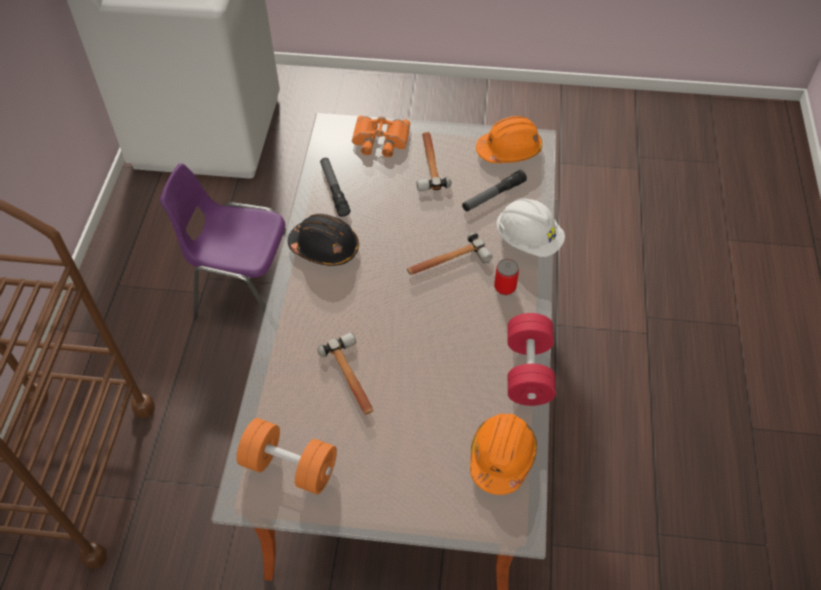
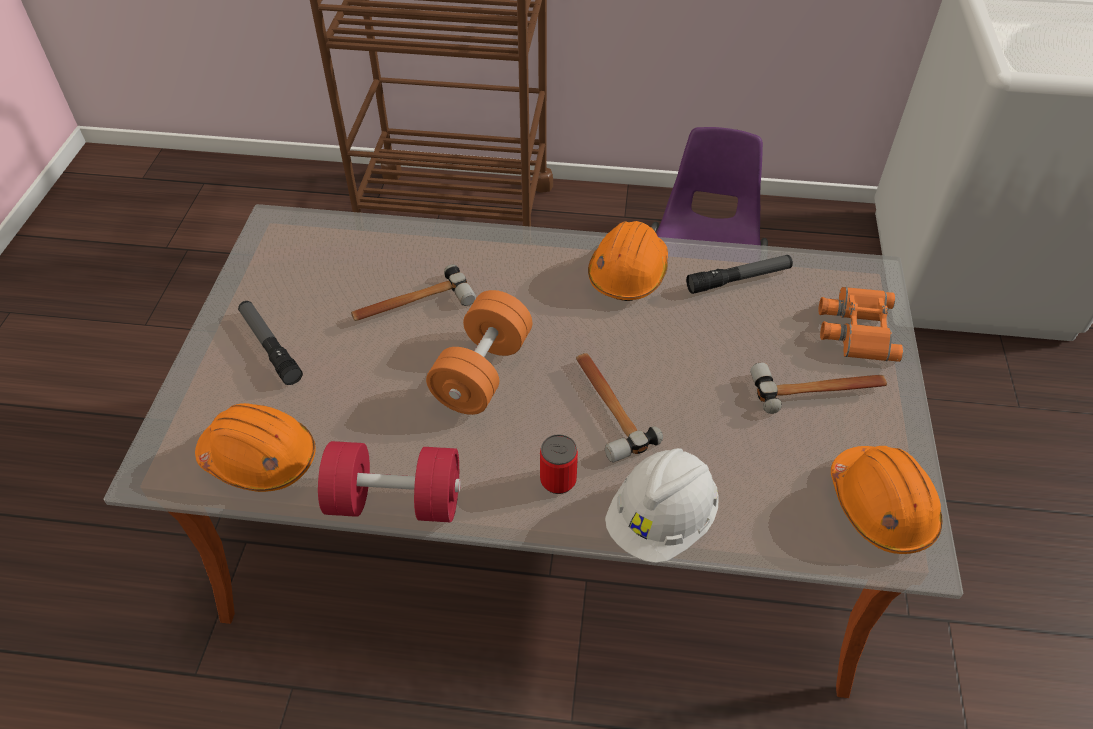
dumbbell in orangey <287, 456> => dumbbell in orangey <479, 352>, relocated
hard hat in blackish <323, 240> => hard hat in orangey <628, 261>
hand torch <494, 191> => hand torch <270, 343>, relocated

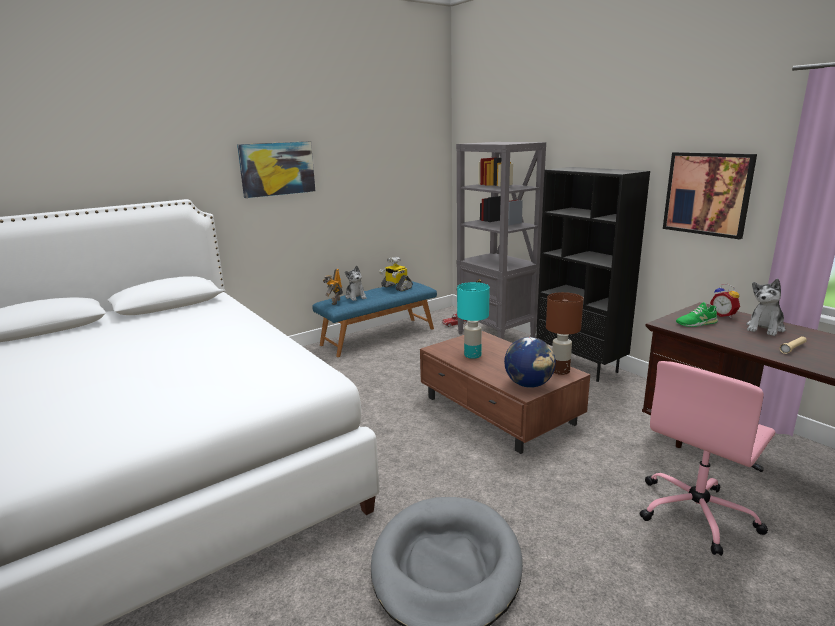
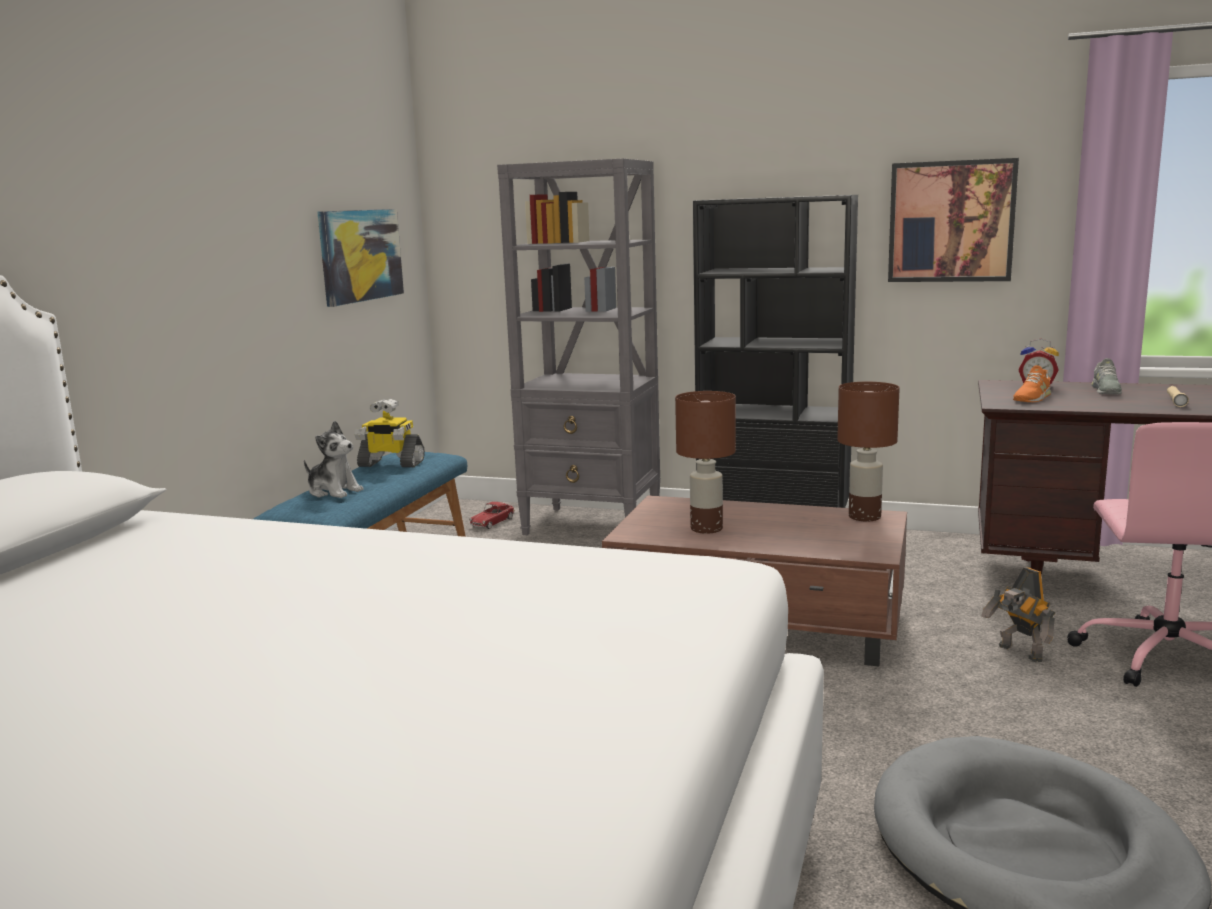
picture <276, 169> => picture <360, 258>, relocated
model robot <333, 286> => model robot <1018, 614>, relocated
tabletop lamp in blue-green <473, 320> => tabletop lamp in brownish <705, 462>
desk globe <530, 362> => nothing
shoe in green-coloured <697, 314> => shoe in orangey <1032, 383>
cuddly toy <765, 307> => shoe in greyish <1106, 376>

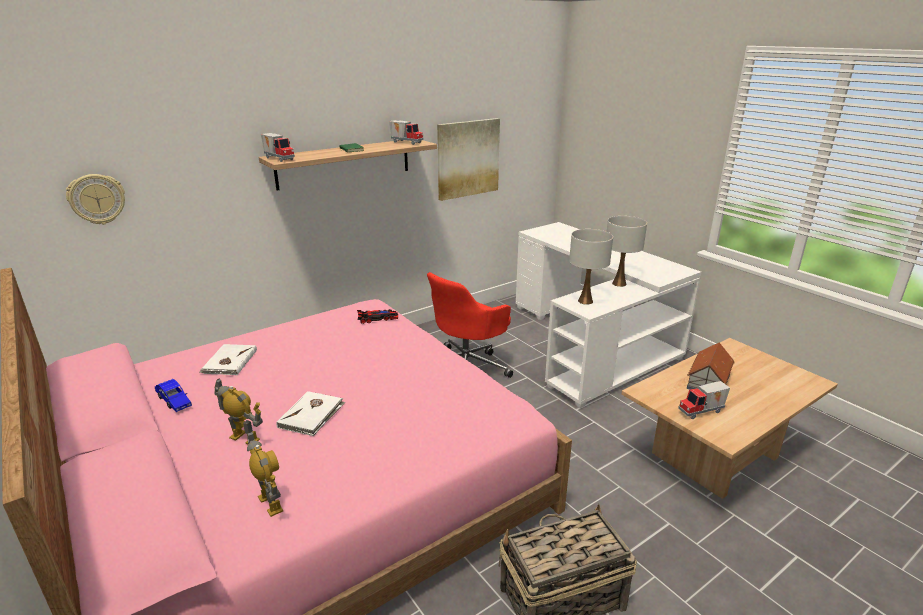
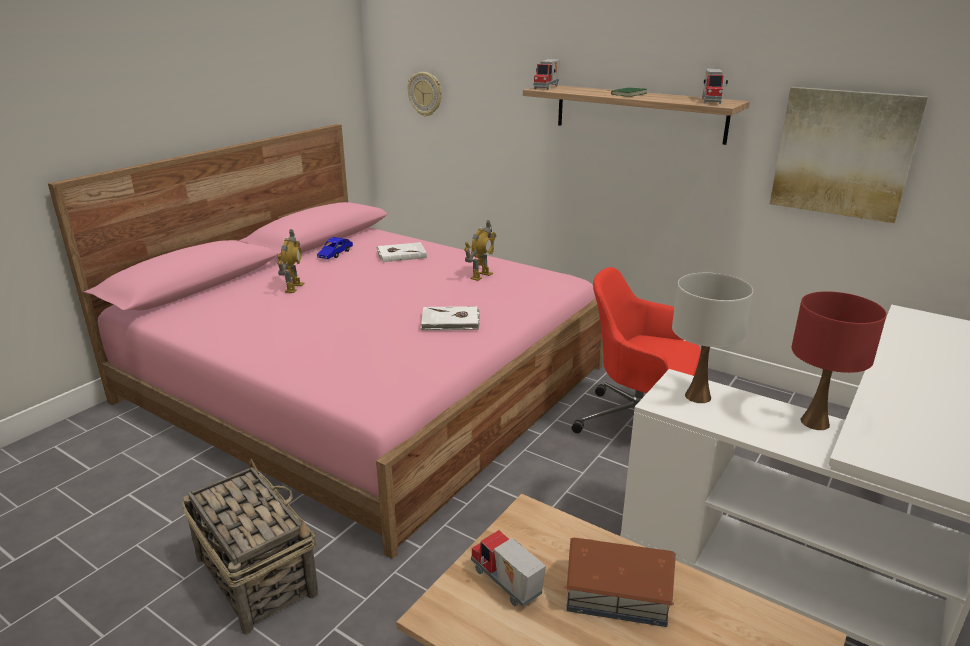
model robot <265, 474> => model robot <480, 250>, relocated
volume in white <311, 413> => volume in white <450, 318>, relocated
toy car <377, 316> => nothing
tabletop lamp in white <627, 251> => tabletop lamp in reddish <839, 360>

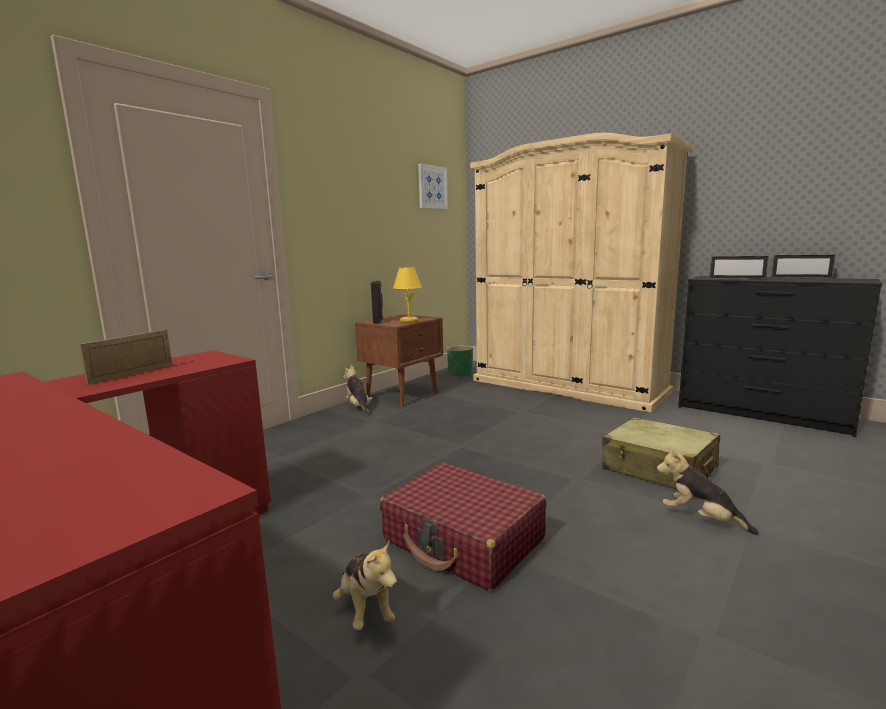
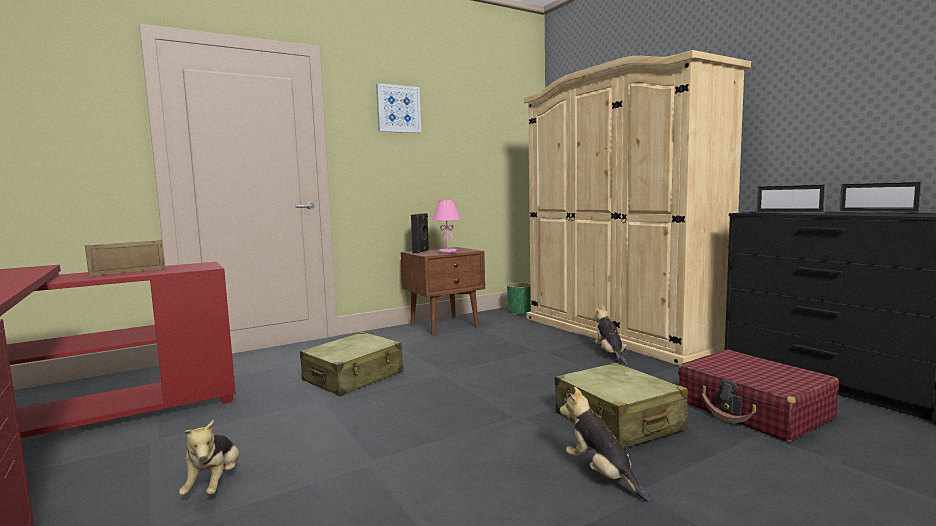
cuddly toy <358, 390> => cuddly toy <610, 335>, relocated
travel case in reddish <463, 526> => travel case in reddish <758, 395>, relocated
tabletop lamp in yellowish <407, 294> => tabletop lamp in pink-coloured <446, 226>
picture <433, 186> => picture <398, 108>, relocated
nothing => travel case in beige <351, 364>

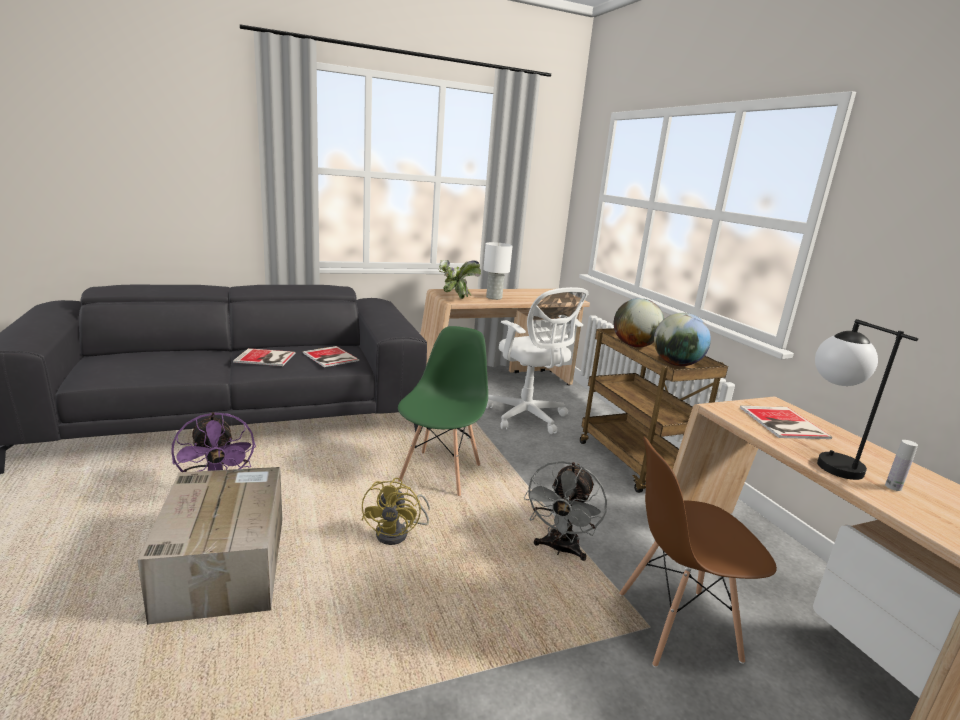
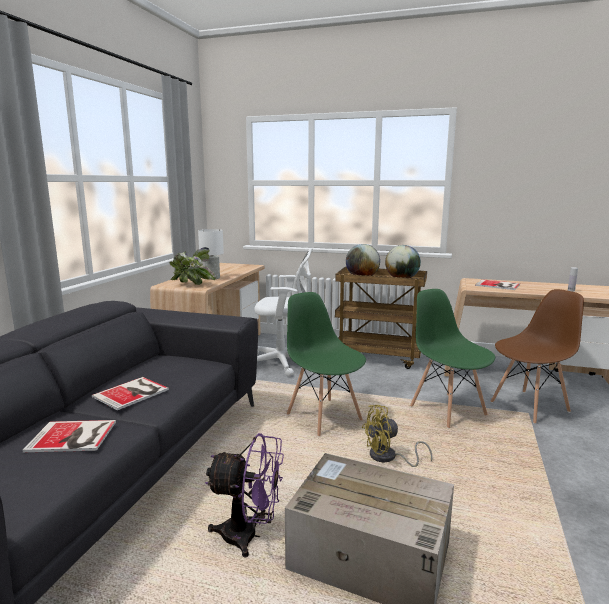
volume <331, 356> => volume <69, 436>, relocated
fan in yellowish <396, 511> => fan in yellowish <397, 436>, 120 degrees clockwise
fan in greyish <565, 511> => chair in green-coloured <452, 358>
chair in brownish <698, 551> => chair in brownish <537, 356>, 150 degrees counterclockwise
tabletop lamp <866, 399> => nothing

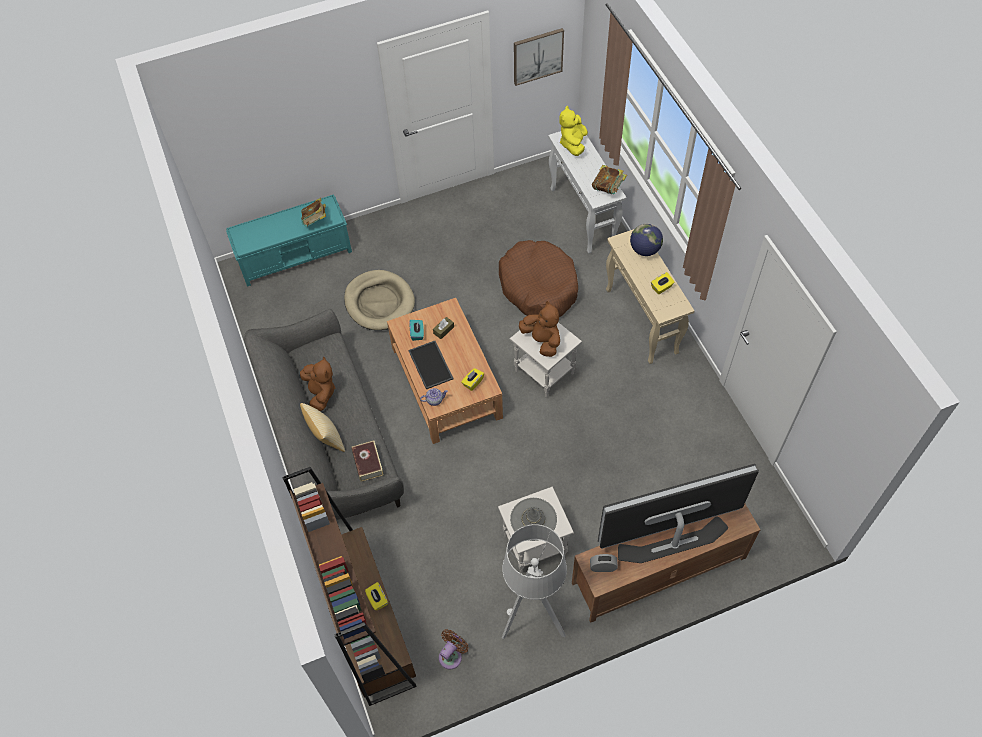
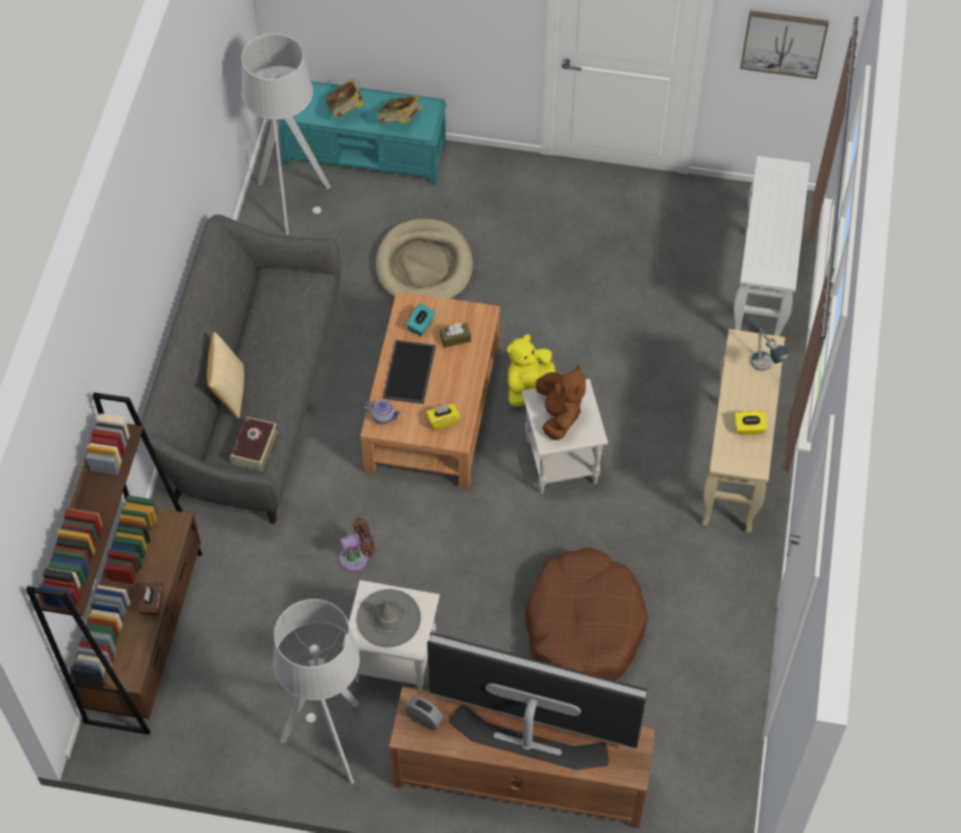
cuddly toy in brownish <318, 383> => nothing
box of tissues in yellowish <376, 596> => box of tissues in brownish <150, 599>
fan in brownish <454, 649> => fan in brownish <357, 545>, relocated
dog cushion in brownish <538, 278> => dog cushion in brownish <586, 614>, relocated
cuddly toy in yellowish <573, 131> => cuddly toy in yellowish <531, 371>, relocated
volume <609, 179> => volume <345, 99>, relocated
desk globe <646, 239> => tabletop lamp <770, 349>
nothing => standard lamp in greyish <286, 133>

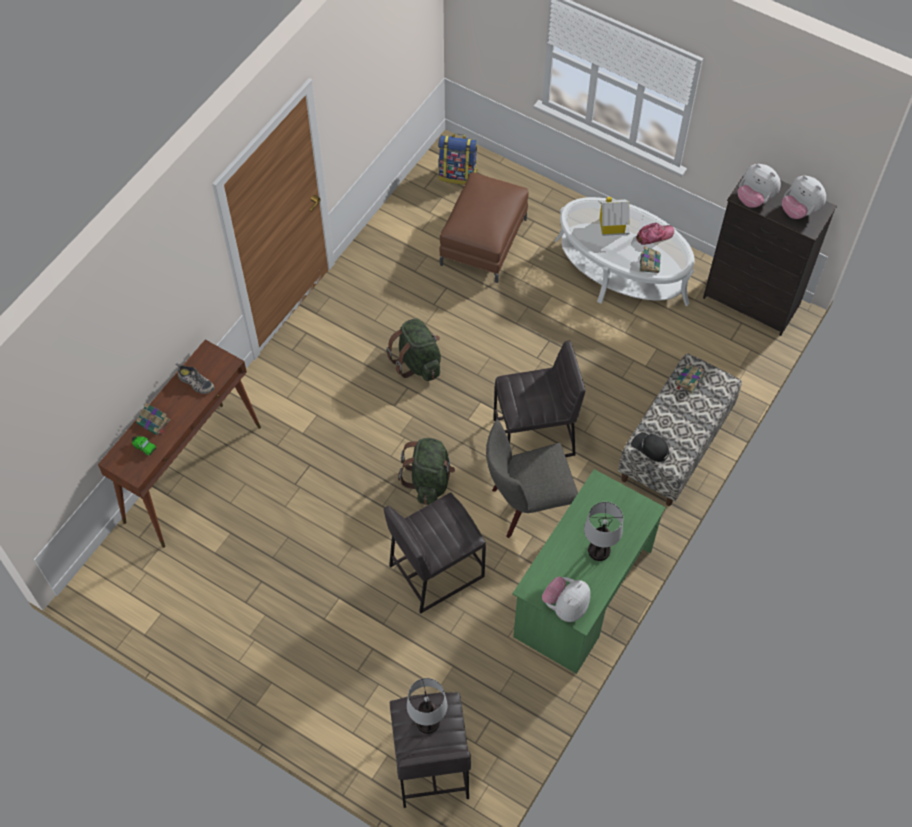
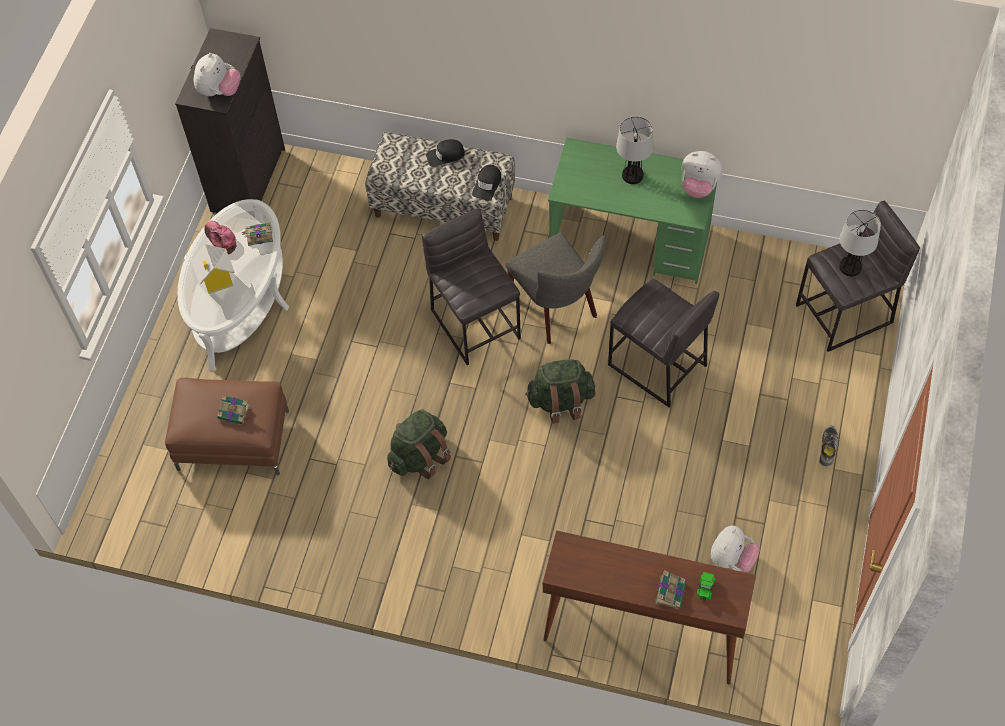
shoe <195, 378> => shoe <829, 446>, relocated
rucksack <457, 159> => nothing
volume <689, 380> => volume <234, 409>, relocated
cuddly toy <804, 197> => cuddly toy <735, 549>, relocated
nothing => baseball cap in blackish <445, 153>

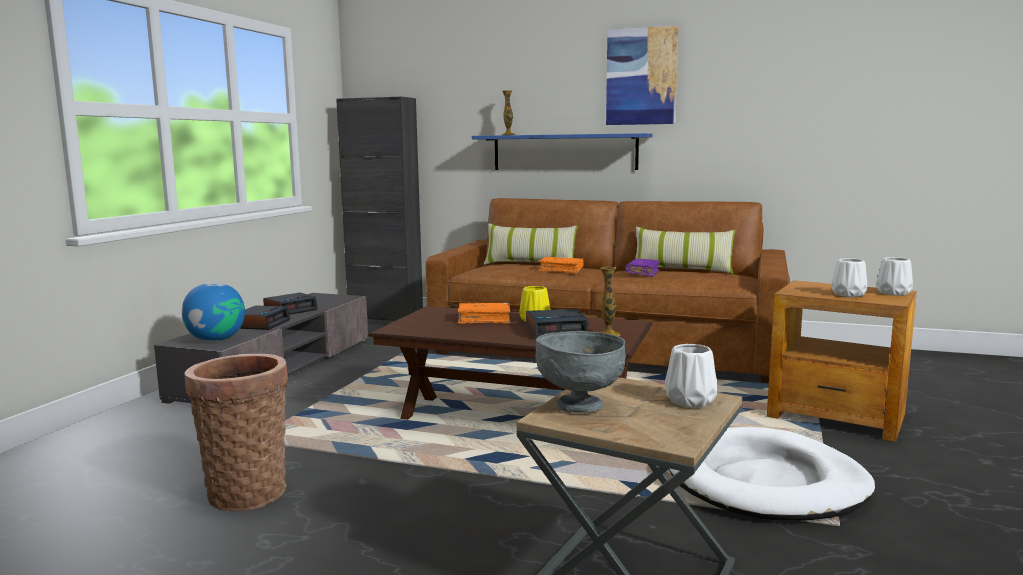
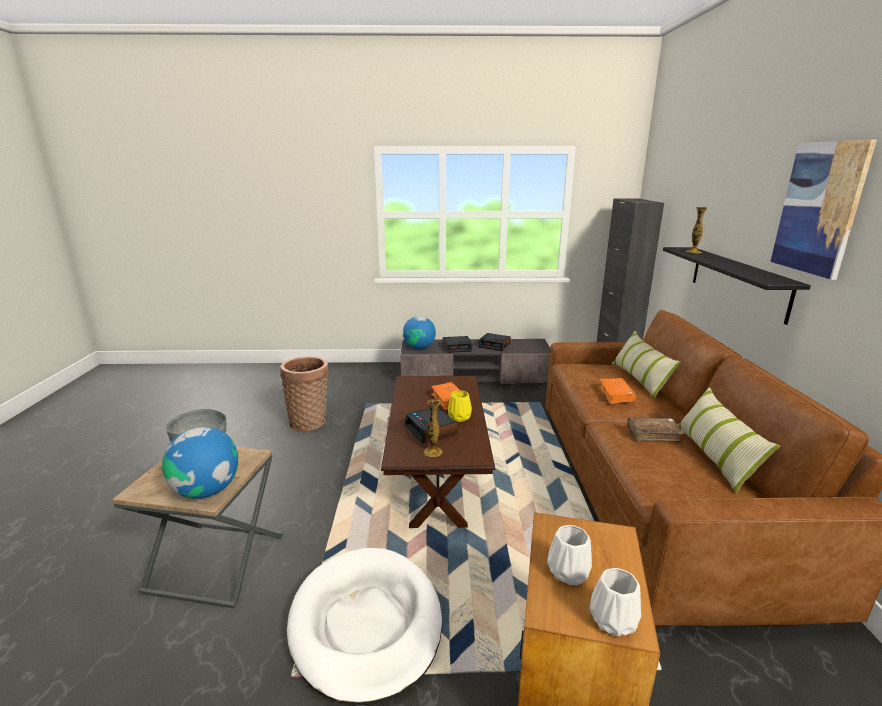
wall shelf in bluish <562, 151> => wall shelf in blackish <737, 286>
volume in purplish <642, 267> => volume in brownish <655, 430>
decorative vase in white <691, 376> => desk globe <200, 463>

